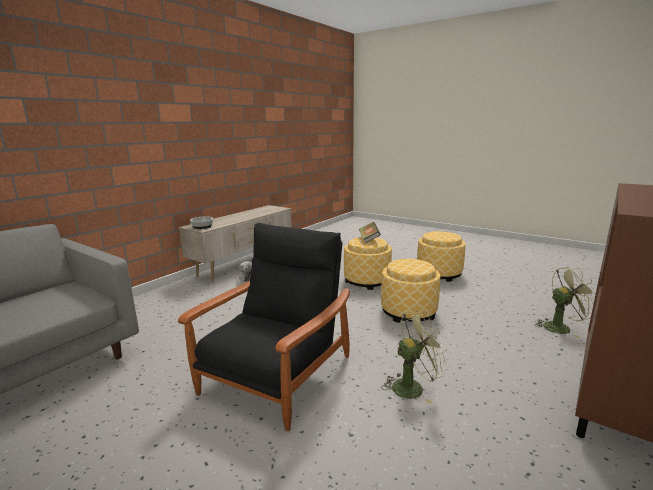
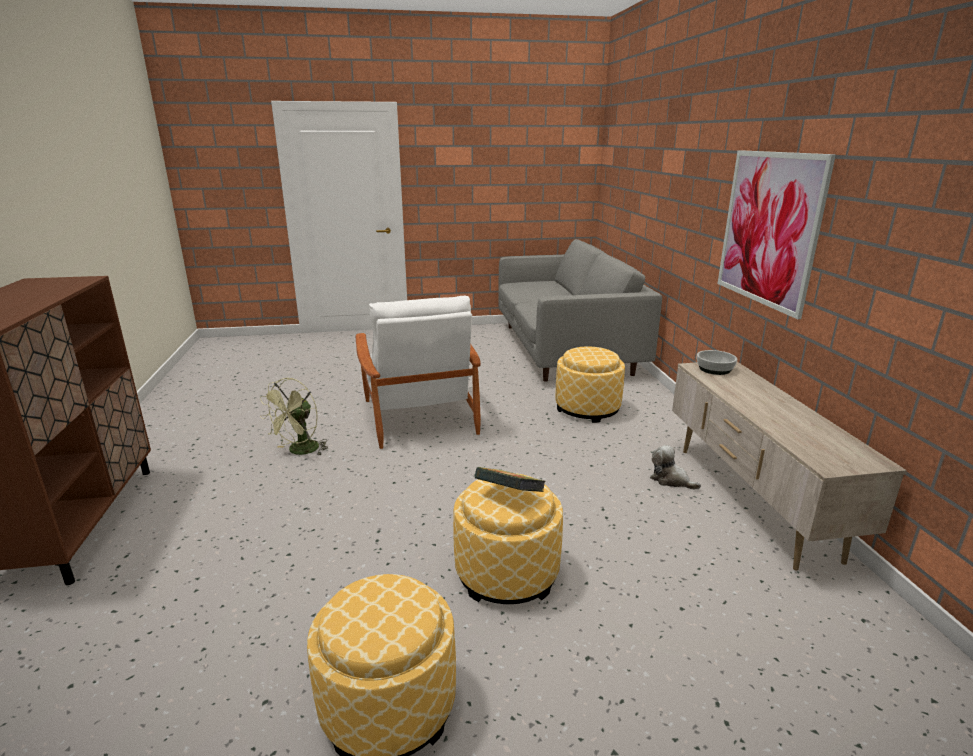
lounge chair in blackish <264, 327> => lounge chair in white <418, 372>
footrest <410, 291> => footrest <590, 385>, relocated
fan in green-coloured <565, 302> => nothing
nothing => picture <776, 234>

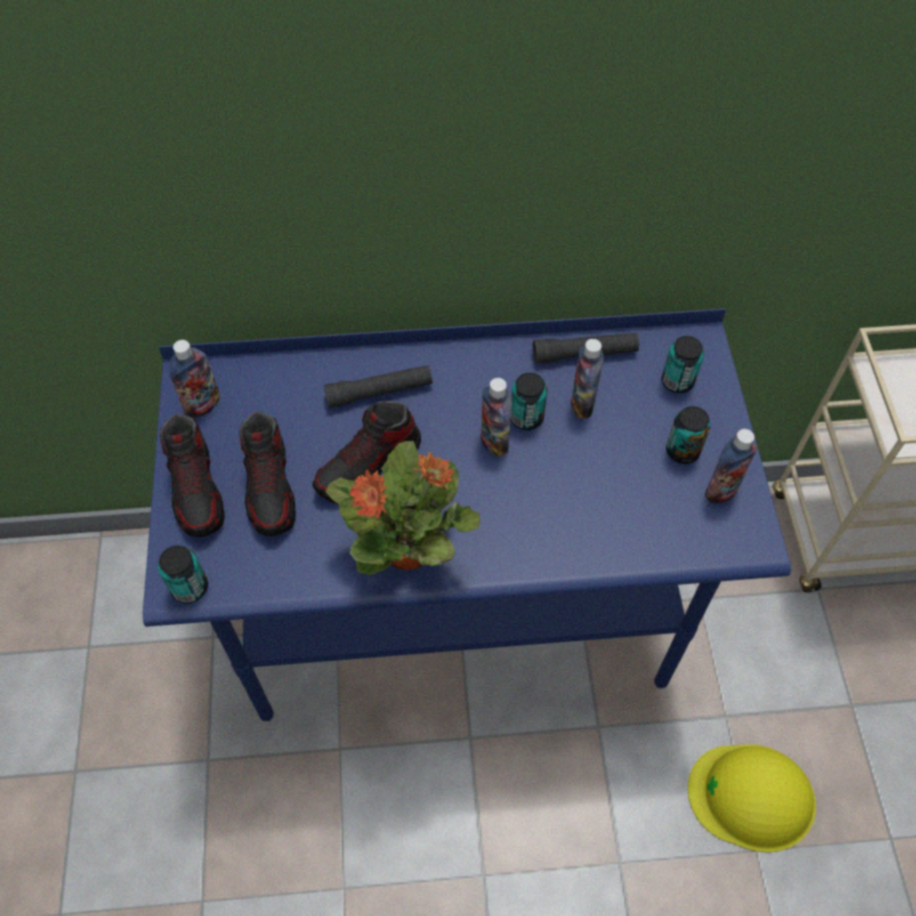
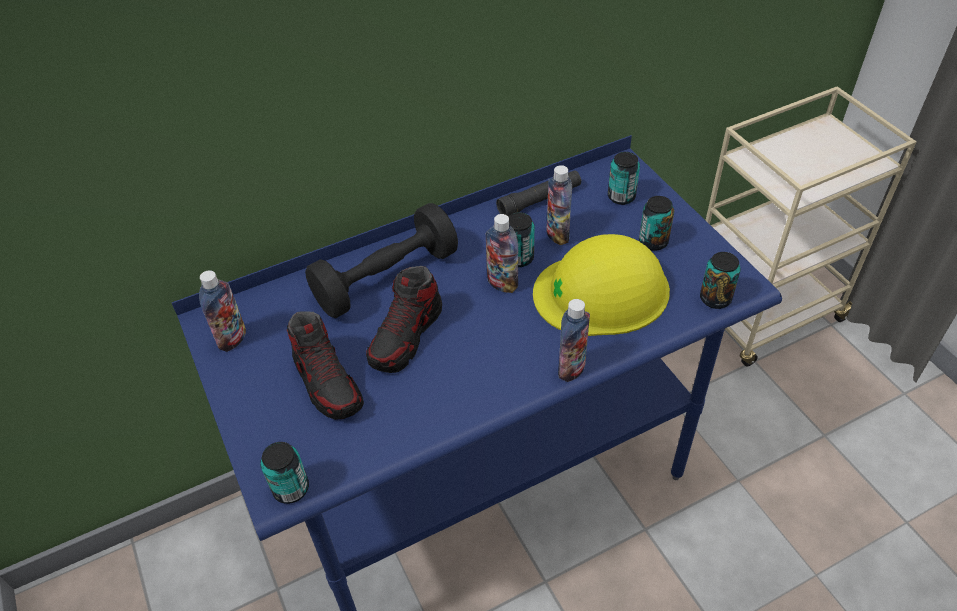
shoe <192, 475> => nothing
hand torch in blackish <378, 386> => dumbbell in blackish <381, 260>
potted plant <403, 508> => nothing
hard hat in yellowish <752, 798> => hard hat in yellowish <601, 285>, relocated
bottle <731, 466> => bottle <574, 340>, relocated
nothing => can <720, 280>

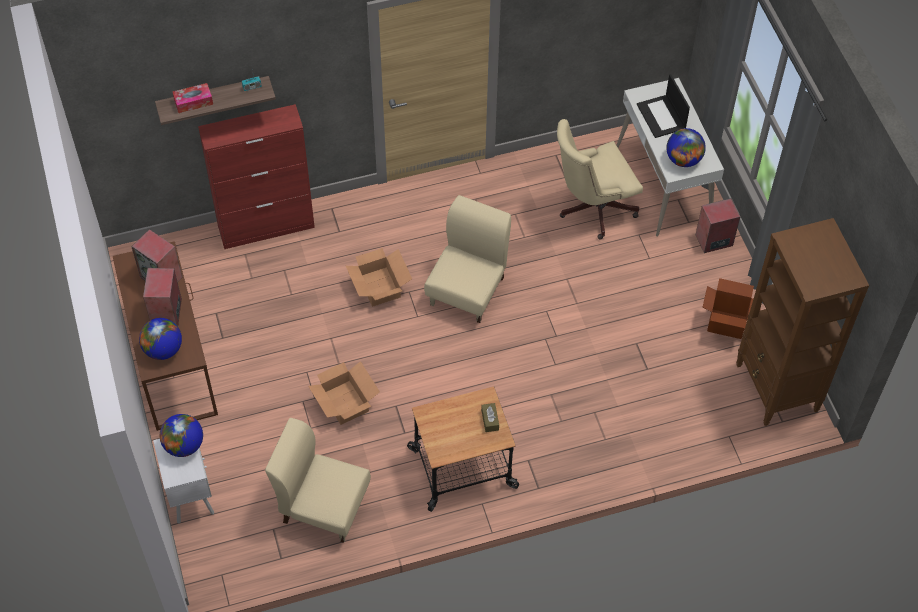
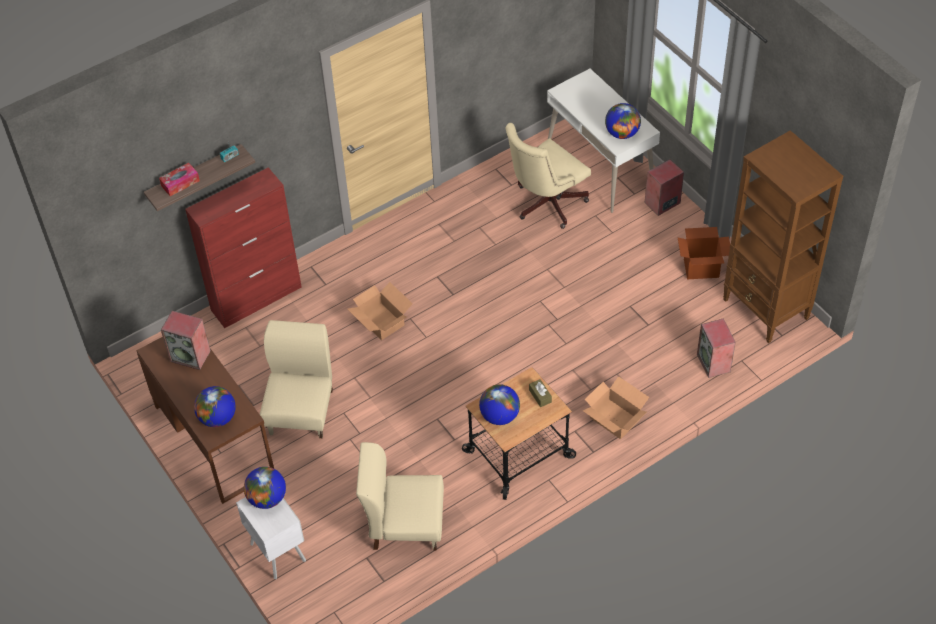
audio speaker <162, 297> => audio speaker <716, 348>, relocated
carton <344, 393> => carton <616, 407>, relocated
chair in beige <467, 259> => chair in beige <296, 379>, relocated
notebook computer <663, 106> => nothing
nothing => desk globe <499, 404>

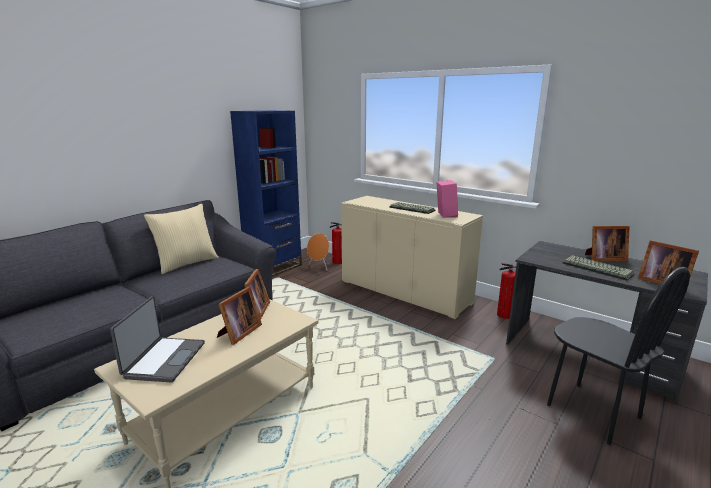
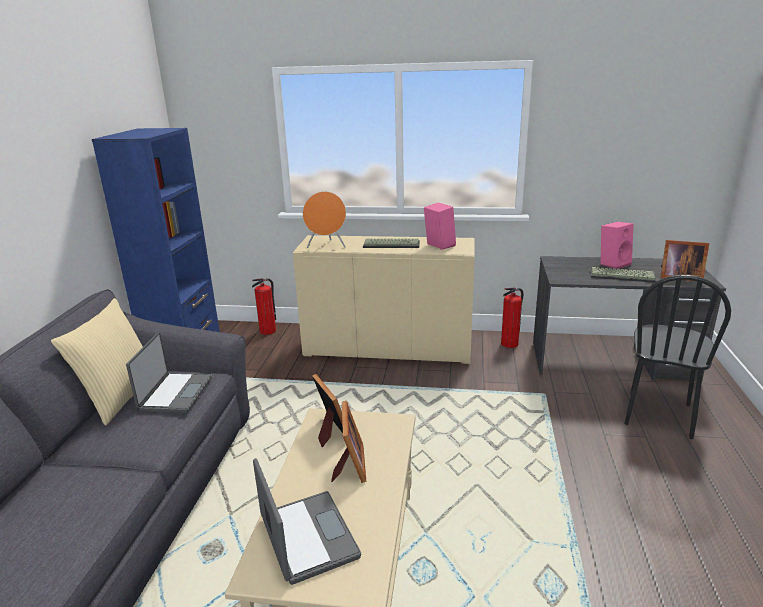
audio speaker in orangey <318, 252> => audio speaker in orangey <324, 219>, relocated
chair in blackish <618, 356> => chair in blackish <677, 357>, 90 degrees clockwise
picture frame <607, 244> => audio speaker in pink-coloured <617, 245>
nothing => notebook computer <169, 373>

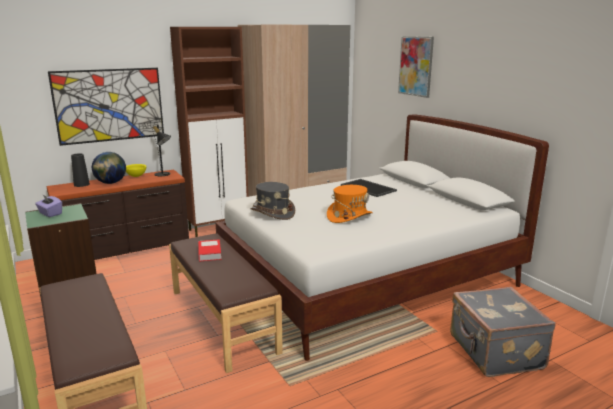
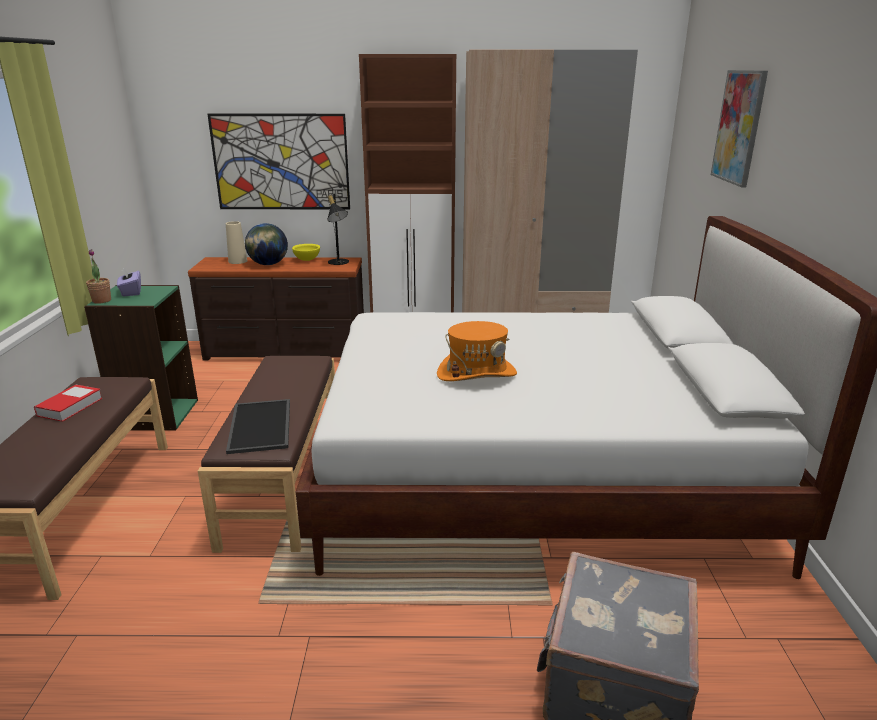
decorative vase in blackish <80, 170> => decorative vase in beige <236, 242>
volume <210, 250> => volume <68, 403>, relocated
wearable hat in greyish <272, 201> => nothing
carrying tray <369, 188> => carrying tray <258, 426>, relocated
nothing => potted plant <98, 276>

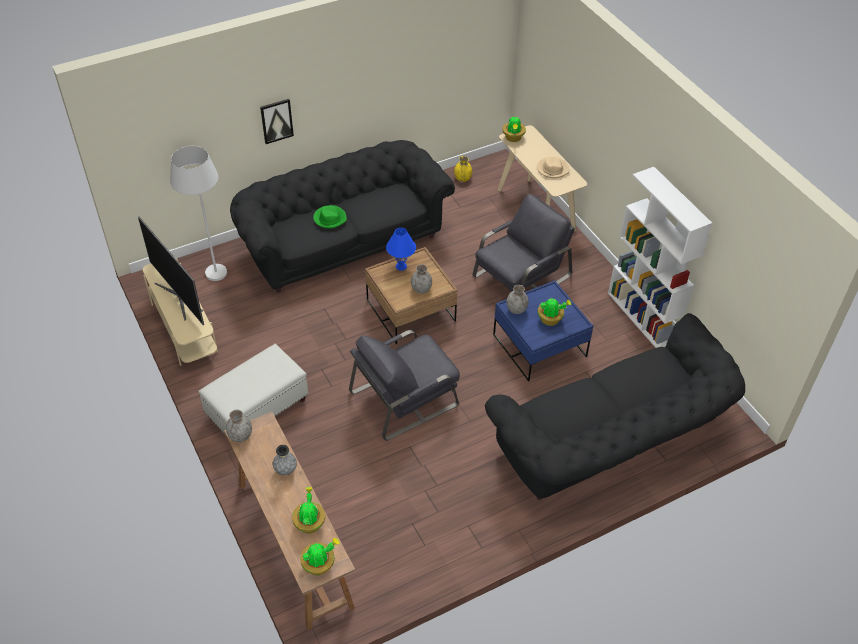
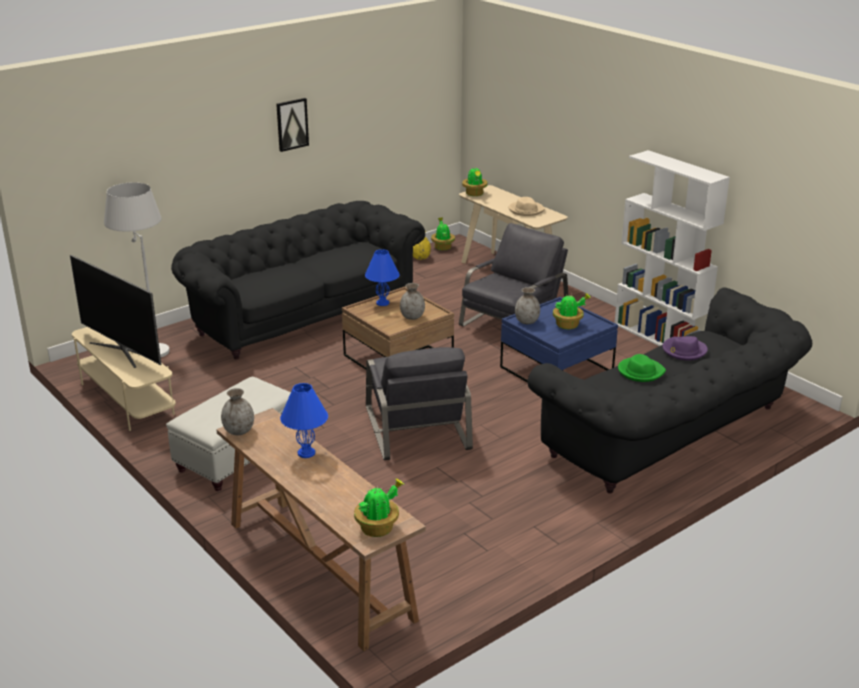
picture <277, 121> => picture <292, 125>, relocated
decorative vase in greyish <285, 460> => tabletop lamp in bluish <304, 420>
potted plant <308, 510> => potted plant <443, 234>, relocated
wearable hat in green-coloured <330, 216> => wearable hat in green-coloured <642, 368>, relocated
lounge chair in greyish <404, 385> => lounge chair in greyish <419, 403>, 60 degrees counterclockwise
nothing => wearable hat in purplish <685, 348>

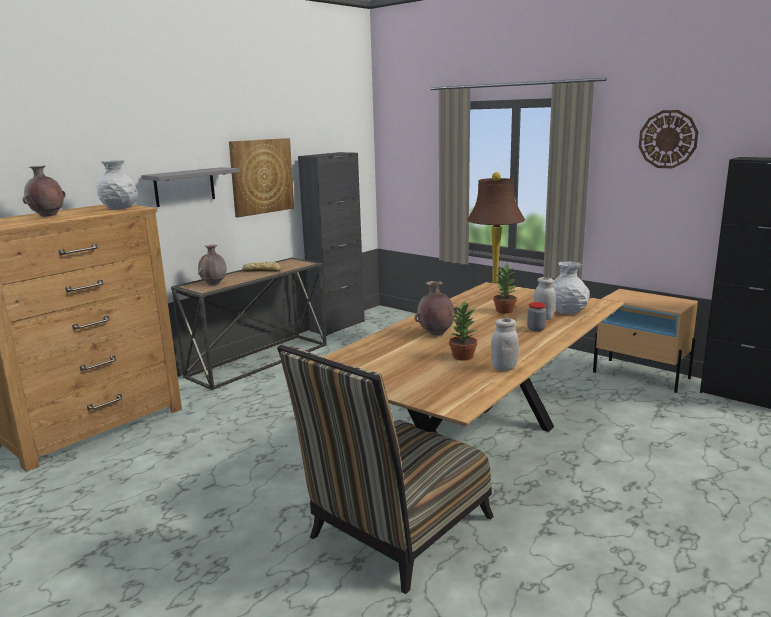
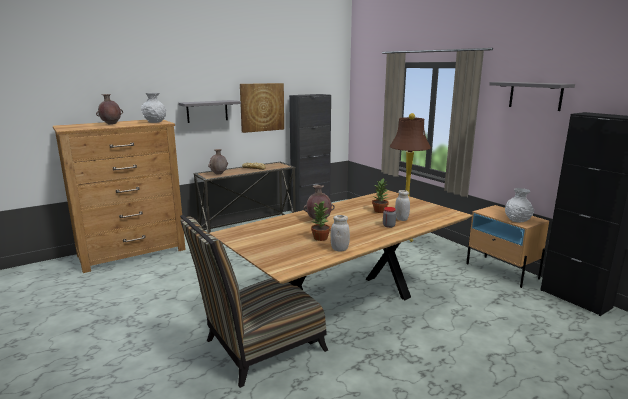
decorative vase in white <571, 287> => decorative vase in white <519, 205>, relocated
hanging clock <668, 139> => wall shelf in greyish <532, 96>

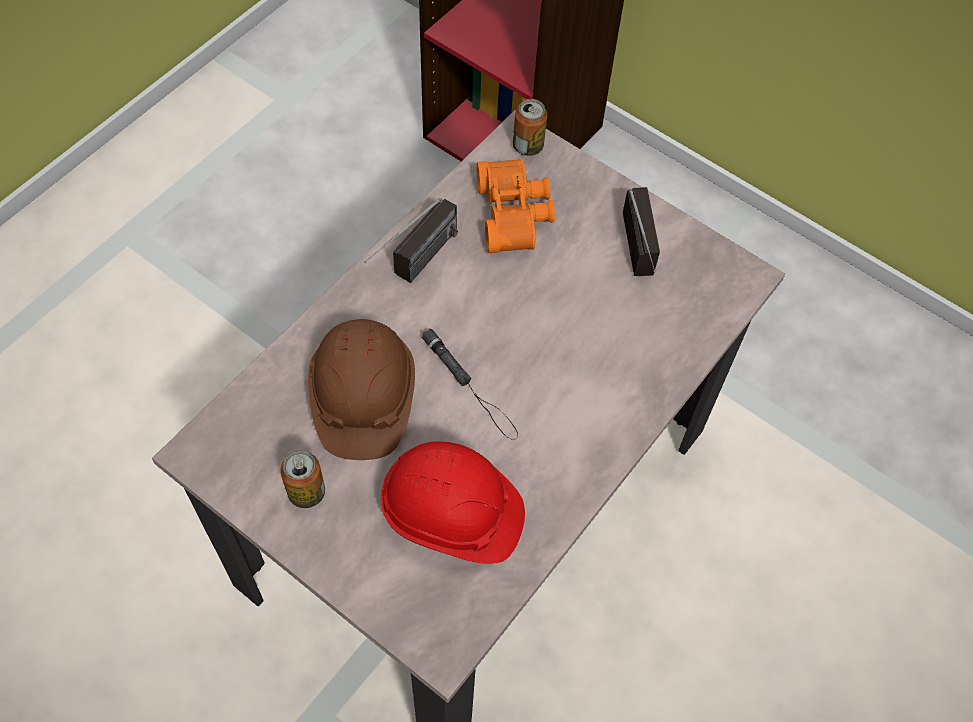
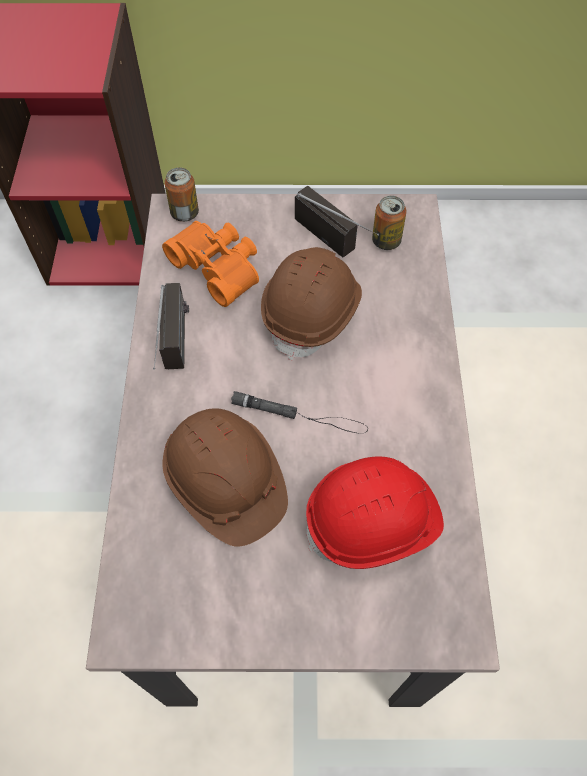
can <302, 479> => can <389, 223>, relocated
nothing => hard hat in brownish <311, 303>

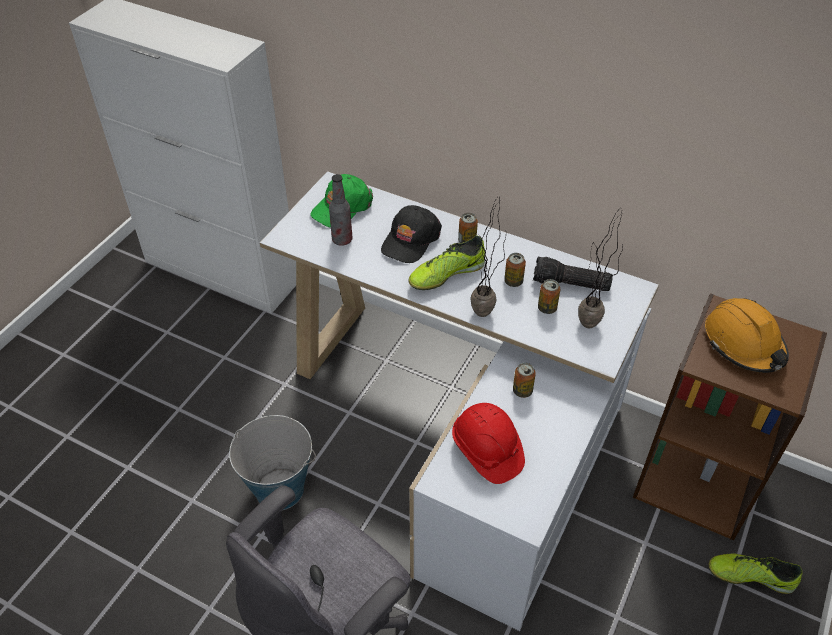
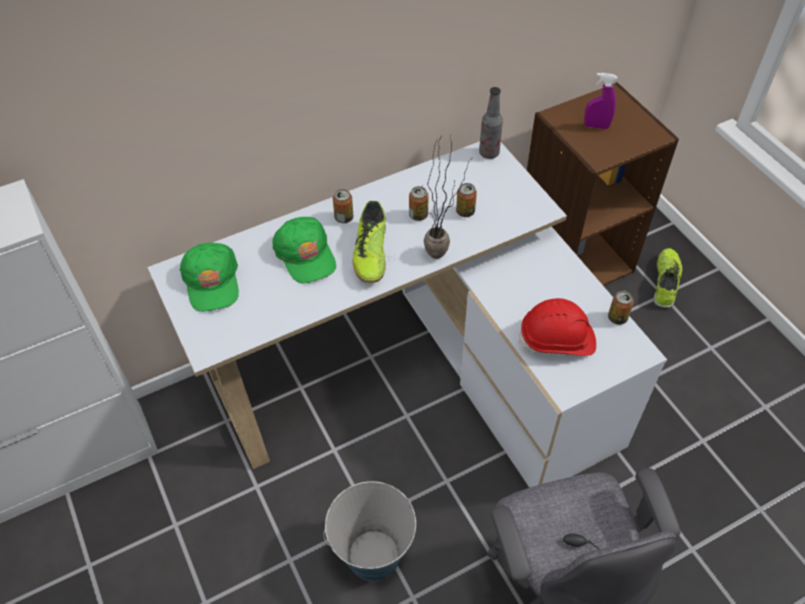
bottle <340, 210> => bottle <491, 123>, relocated
baseball cap in blackish <411, 234> => baseball cap in green-coloured <304, 250>
can <524, 380> => can <621, 308>, relocated
hand torch <573, 274> => nothing
potted plant <600, 268> => nothing
hard hat in orangey <747, 335> => spray bottle in purplish <600, 101>
shoe <755, 573> => shoe <667, 278>, 150 degrees clockwise

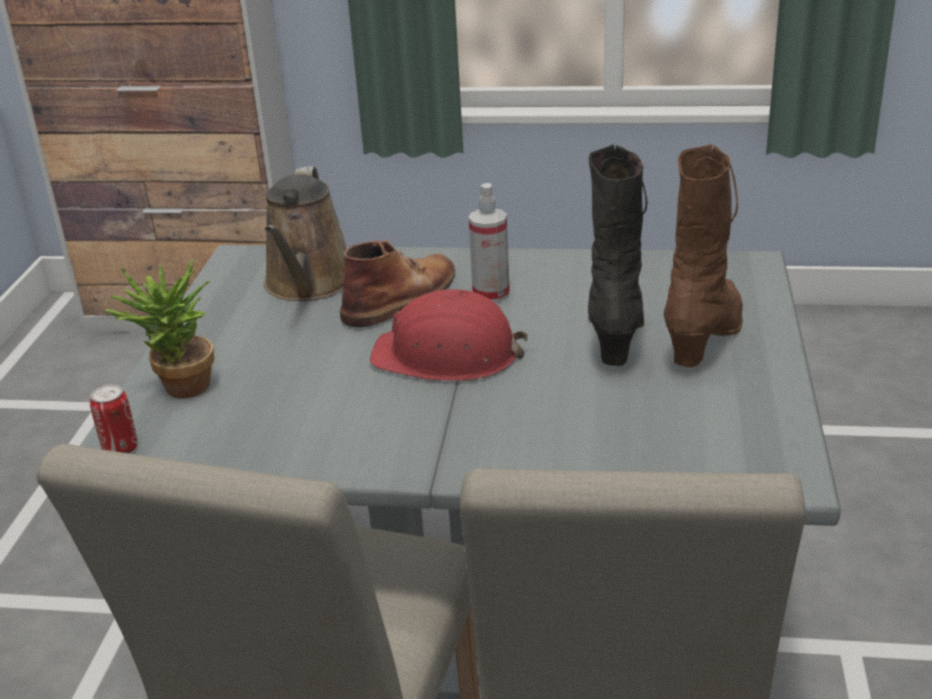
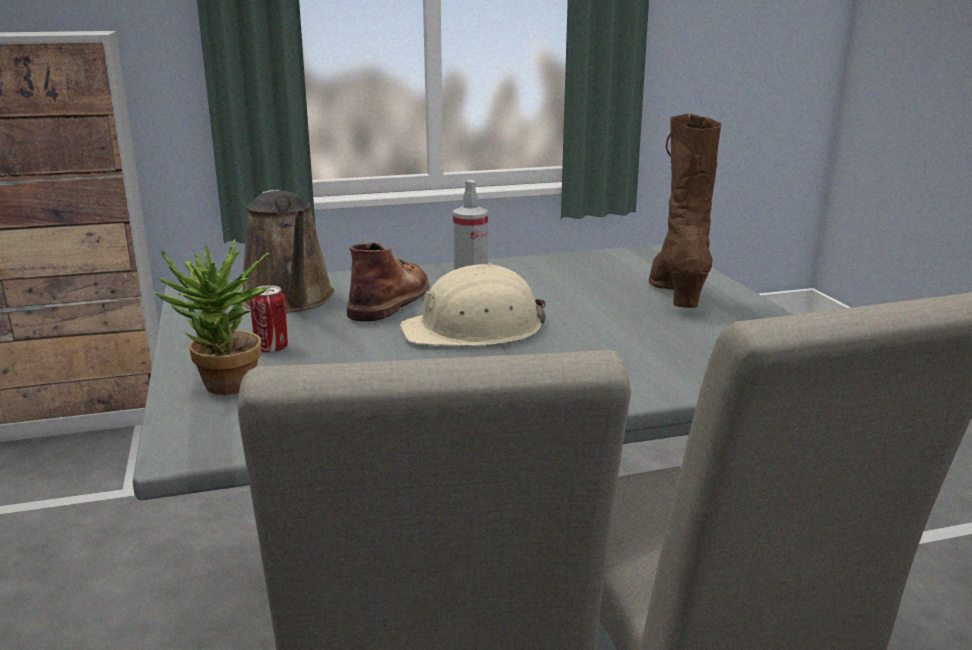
can <113, 418> => can <269, 319>, relocated
hard hat in reddish <449, 334> => hard hat in beige <473, 305>
boot in blackish <618, 255> => nothing

